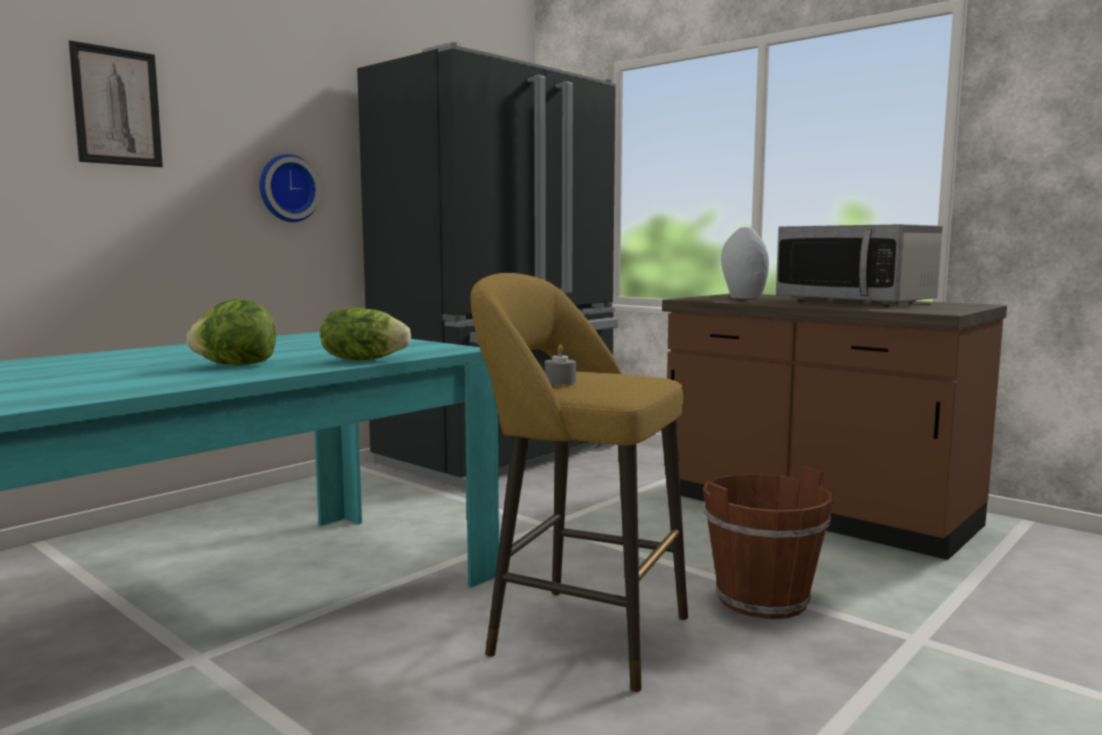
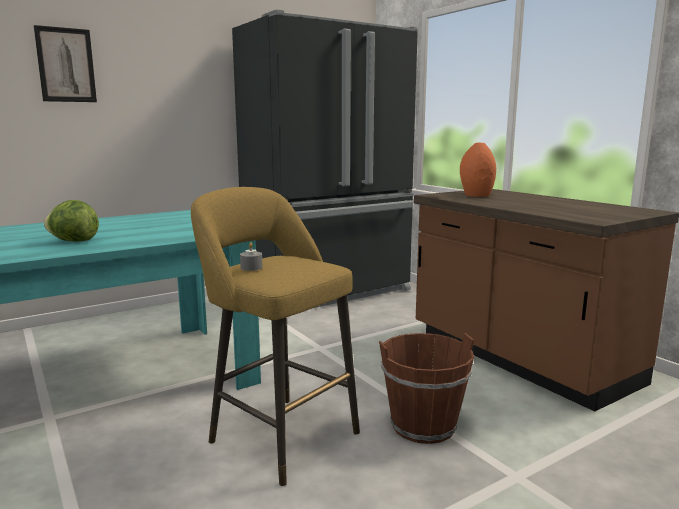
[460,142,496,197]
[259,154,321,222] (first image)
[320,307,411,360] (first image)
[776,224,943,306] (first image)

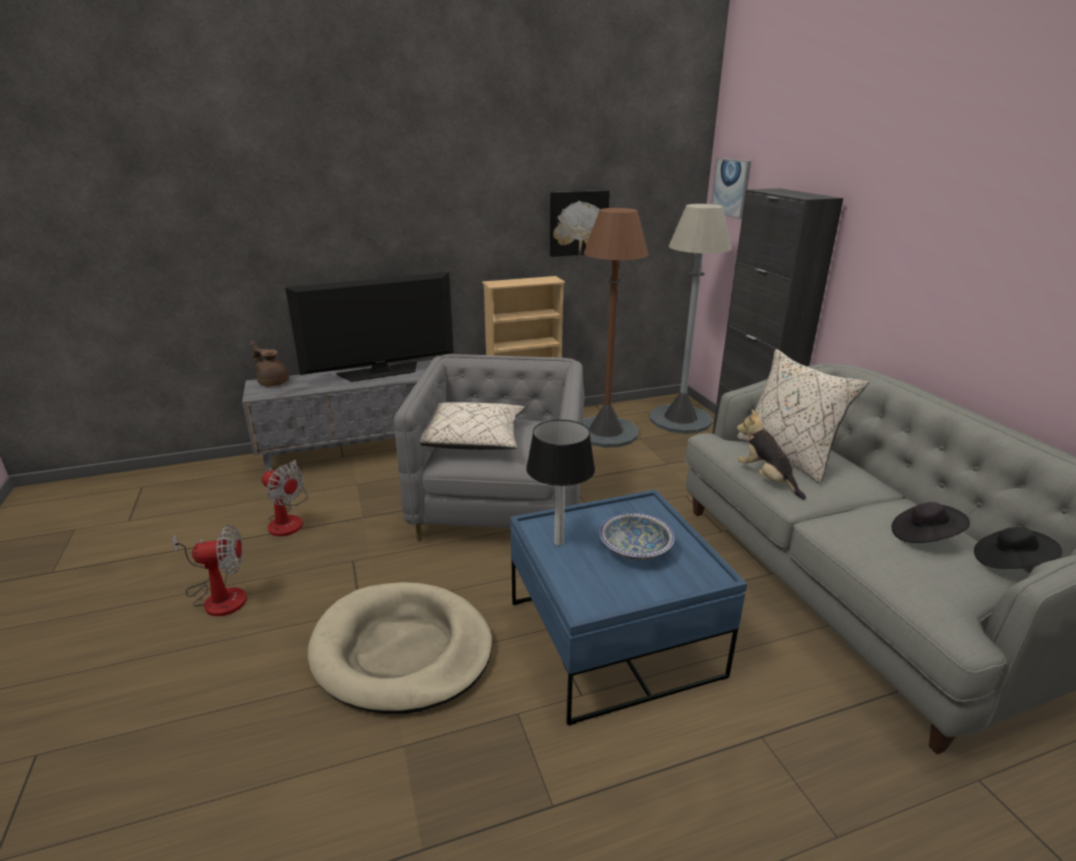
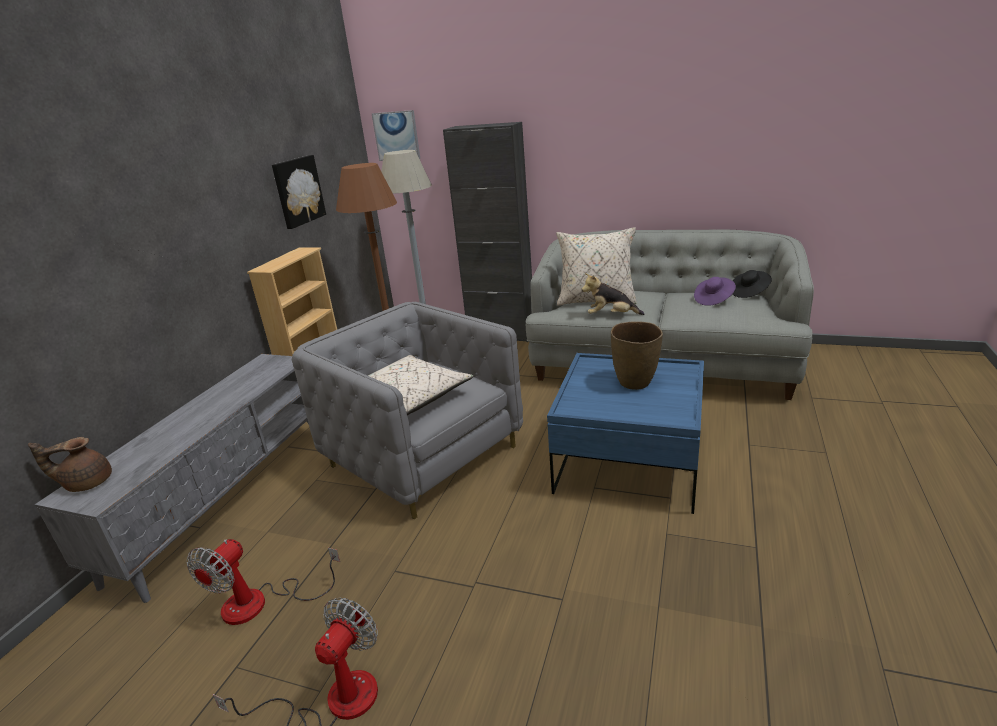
[186,539,340,625]
[611,321,663,390]
[694,277,736,306]
[285,272,454,382] (first image)
[308,582,492,714] (first image)
[526,420,595,545] (first image)

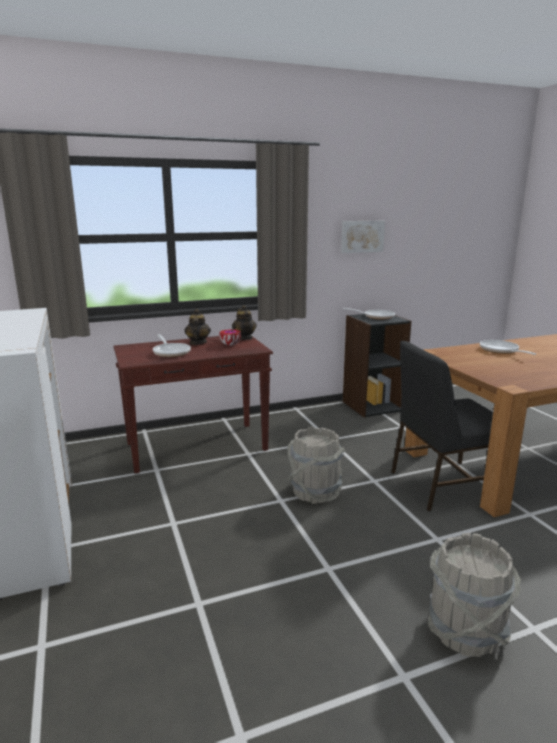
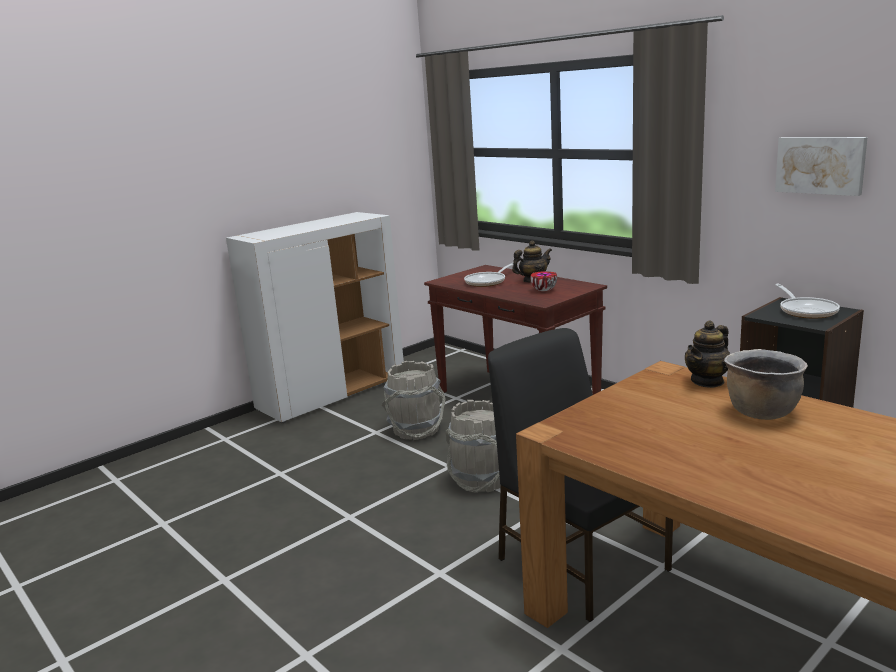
[381,361,446,440]
[685,320,730,388]
[724,349,808,420]

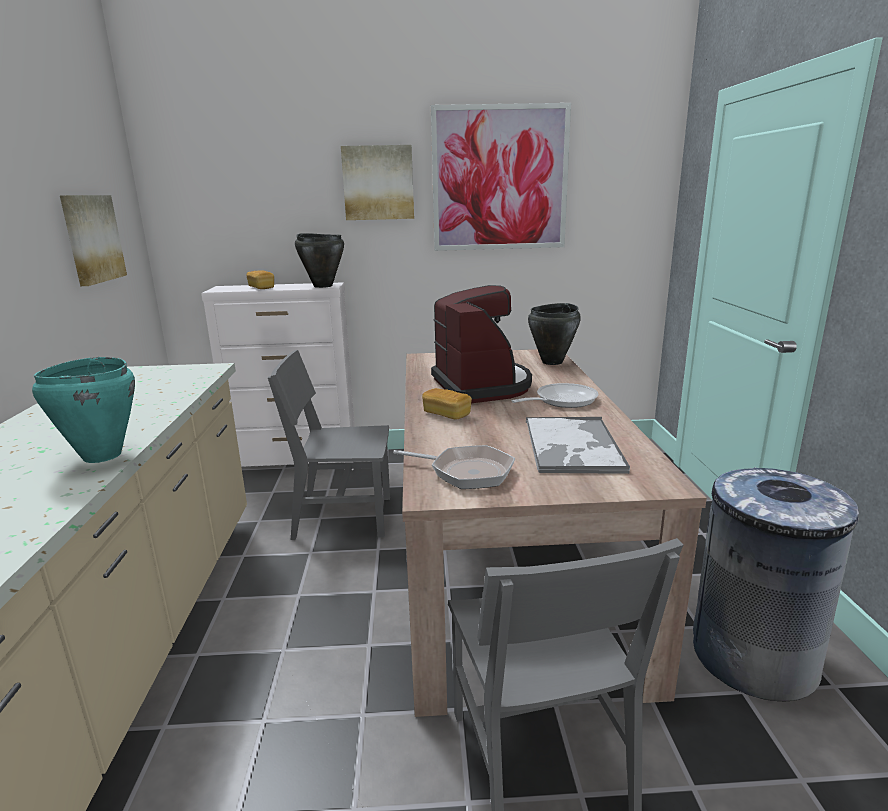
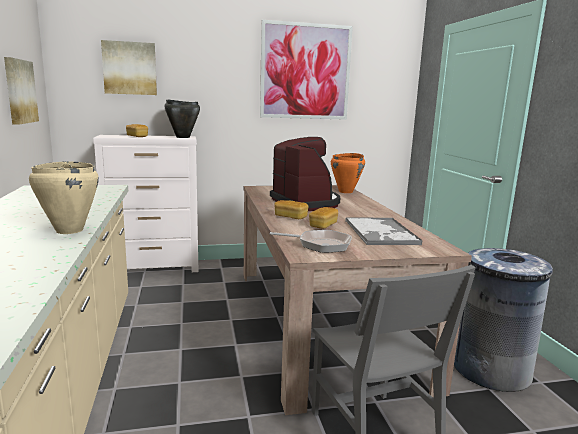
[29,161,99,234]
[101,40,157,95]
[309,207,338,229]
[331,153,365,193]
[268,350,390,540] (first image)
[511,383,599,408] (first image)

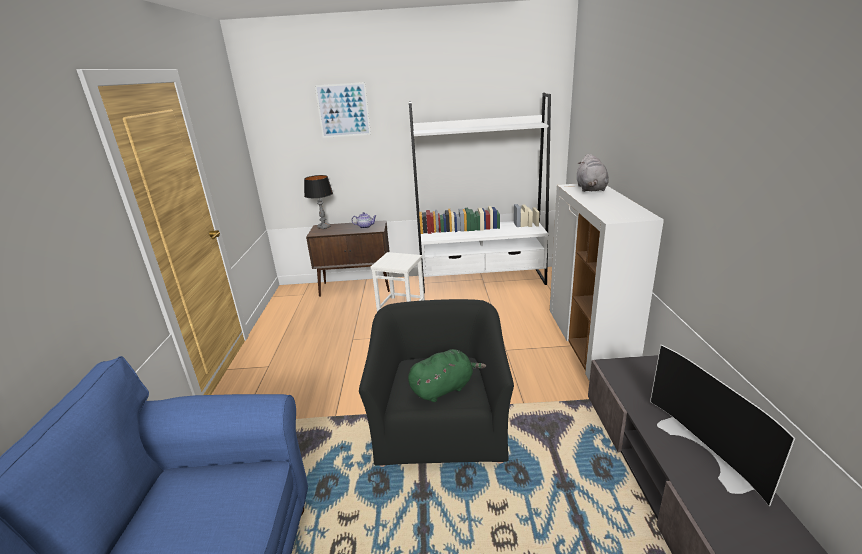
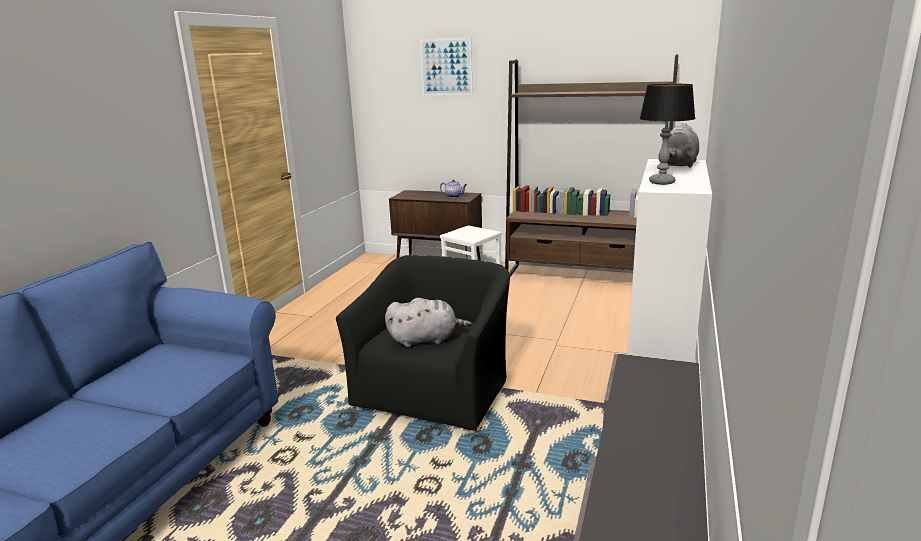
[385,298,472,347]
[505,55,678,277]
[639,84,695,185]
[650,345,795,506] (first image)

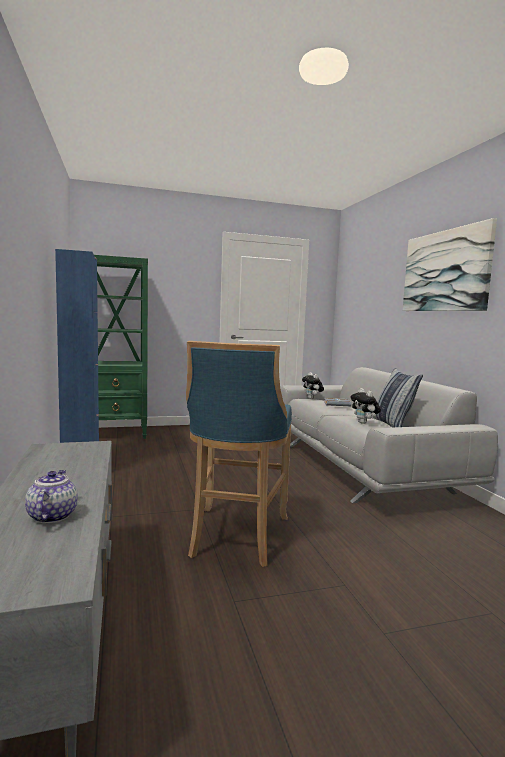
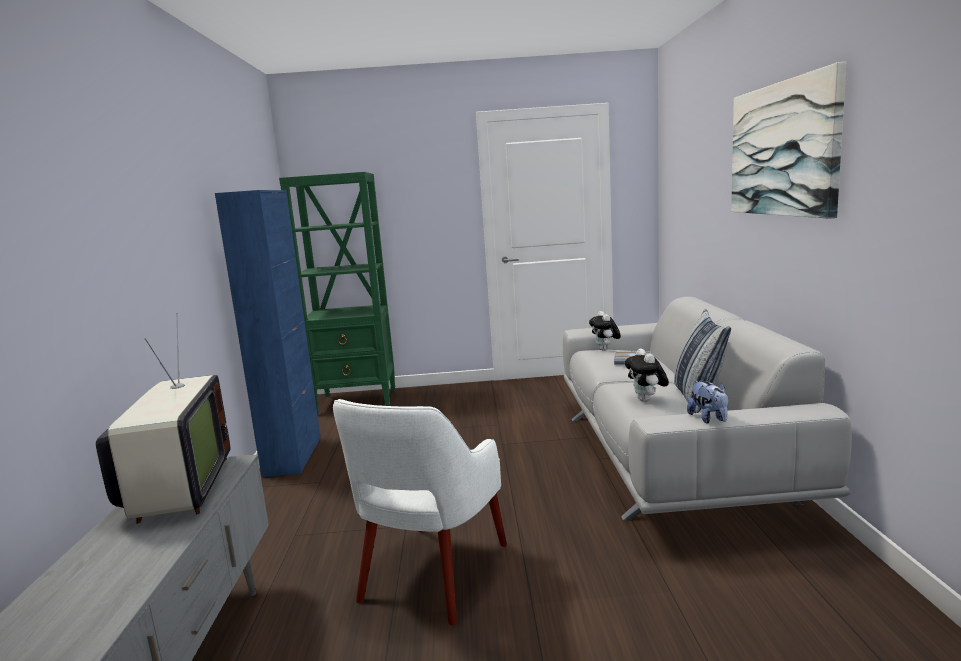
[96,313,230,524]
[333,399,507,625]
[687,381,728,423]
[25,470,78,523] (first image)

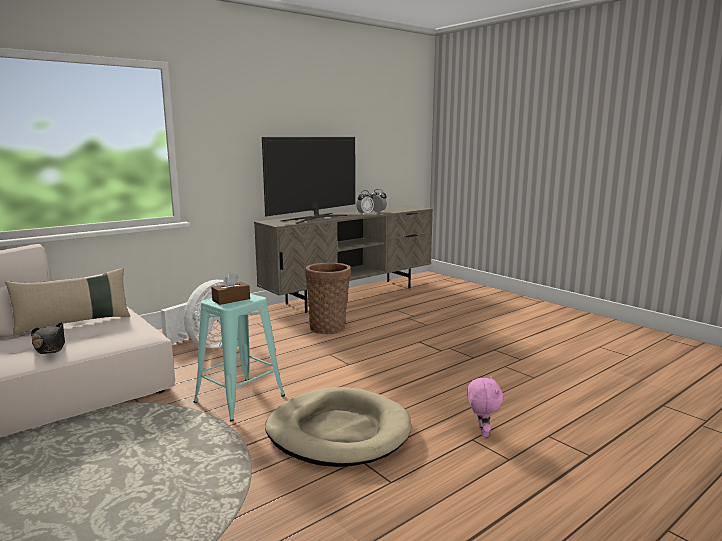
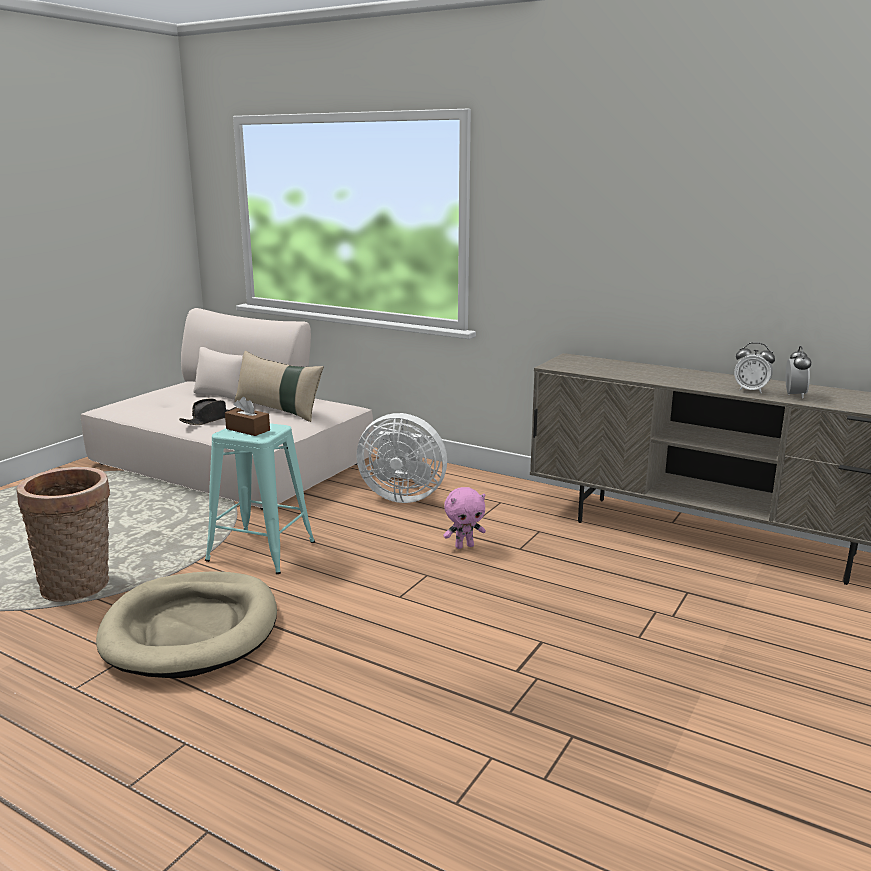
[17,467,110,602]
[443,487,486,549]
[262,137,355,224] (first image)

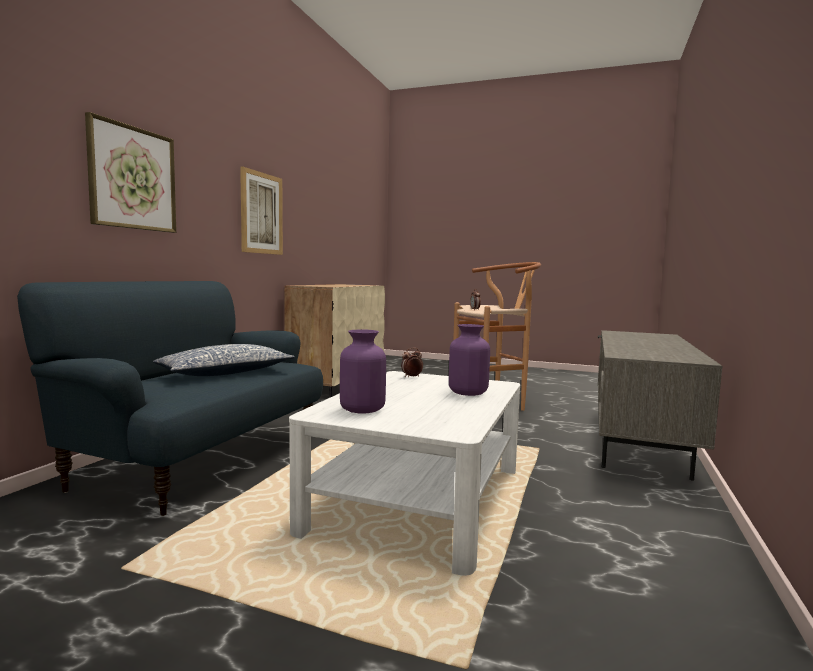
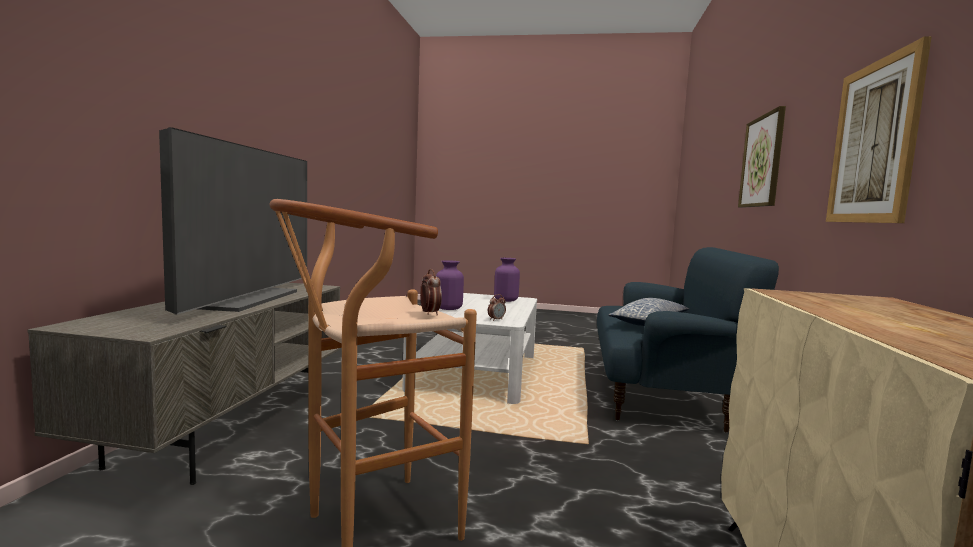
[159,127,307,315]

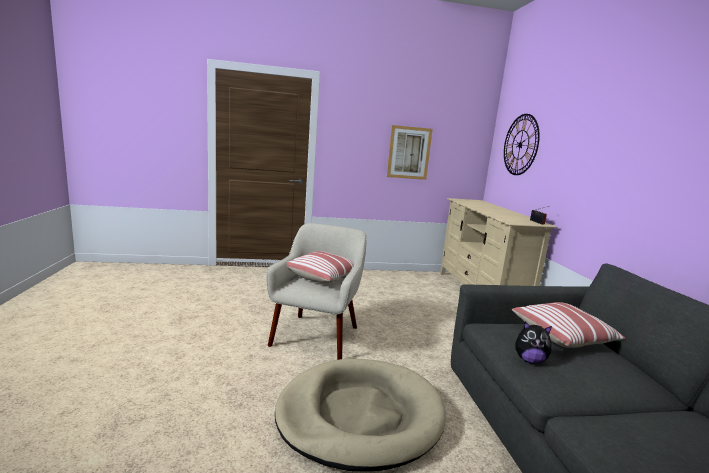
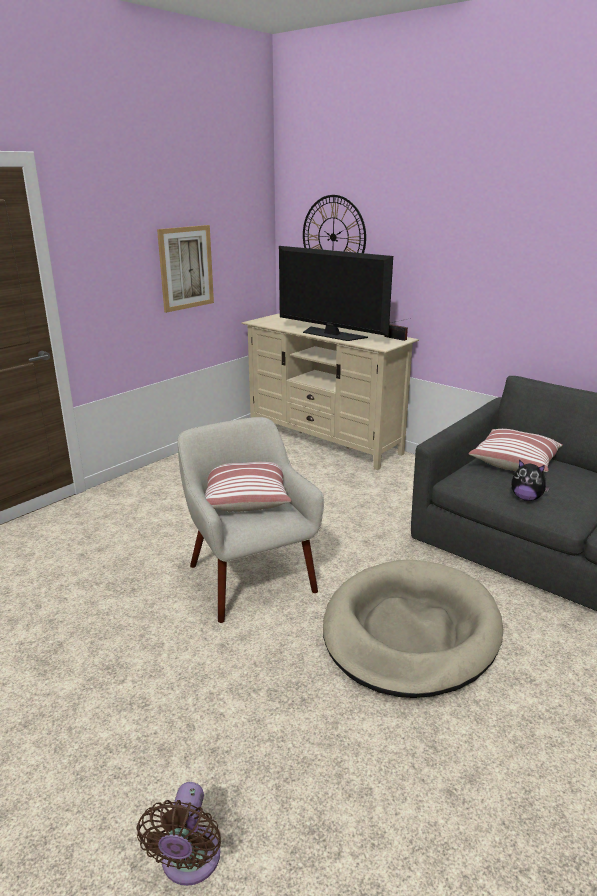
[136,782,221,886]
[279,246,393,341]
[511,460,550,501]

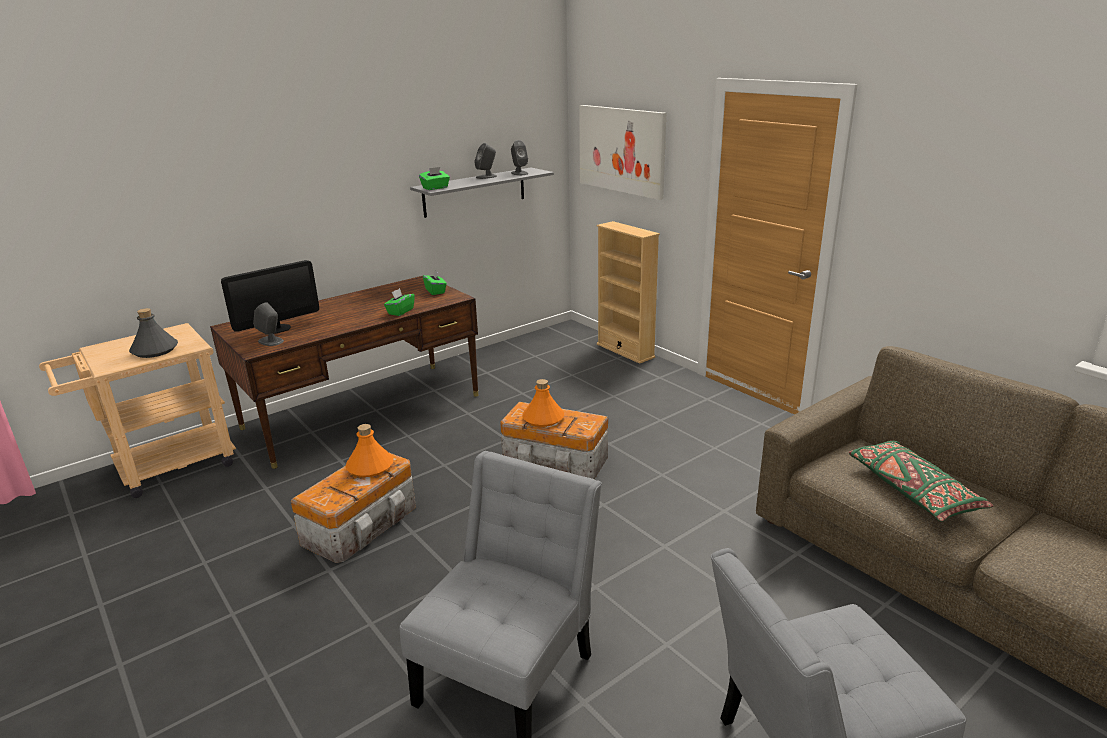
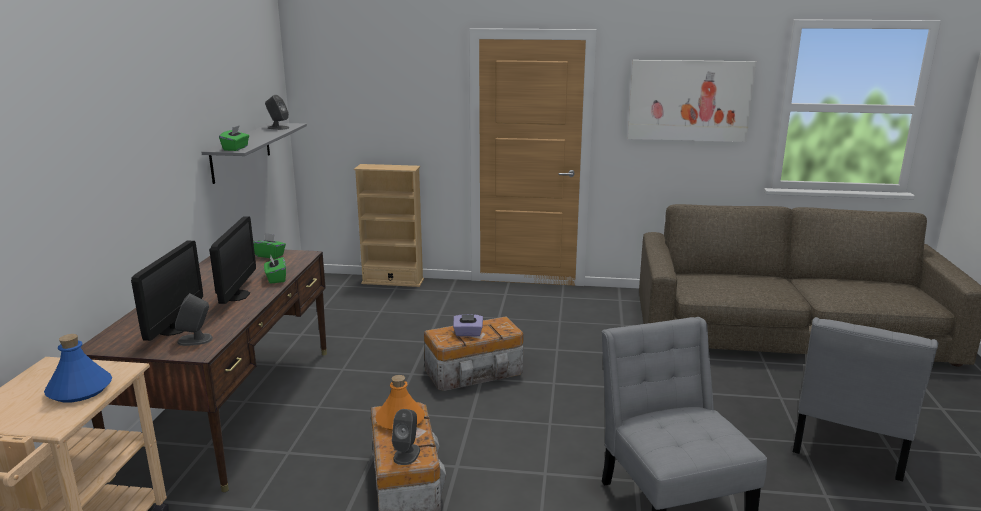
[44,334,112,403]
[209,216,256,304]
[392,409,420,465]
[453,314,483,337]
[628,60,756,142]
[849,441,993,522] (first image)

